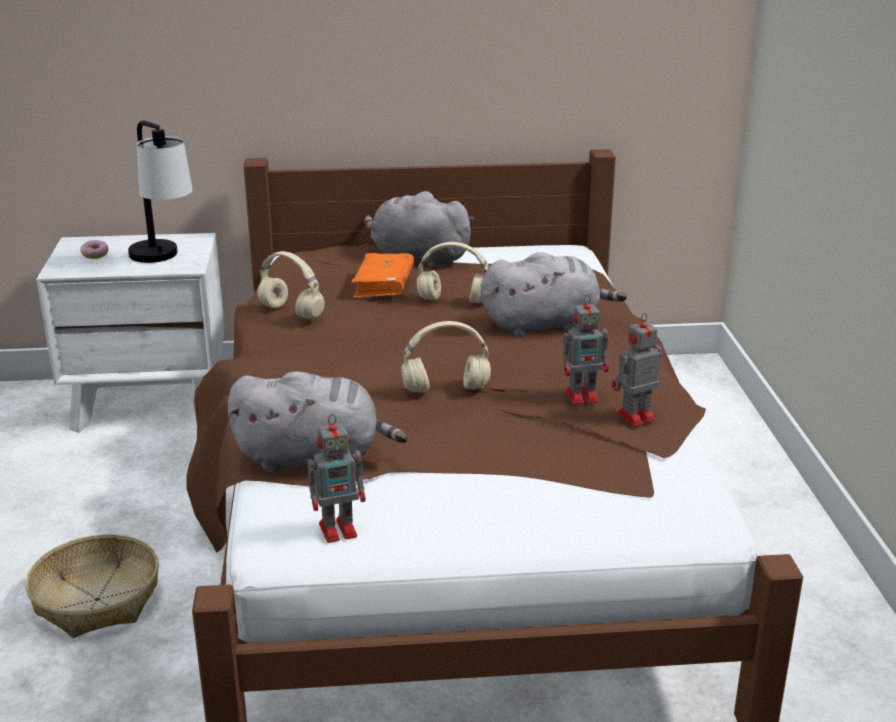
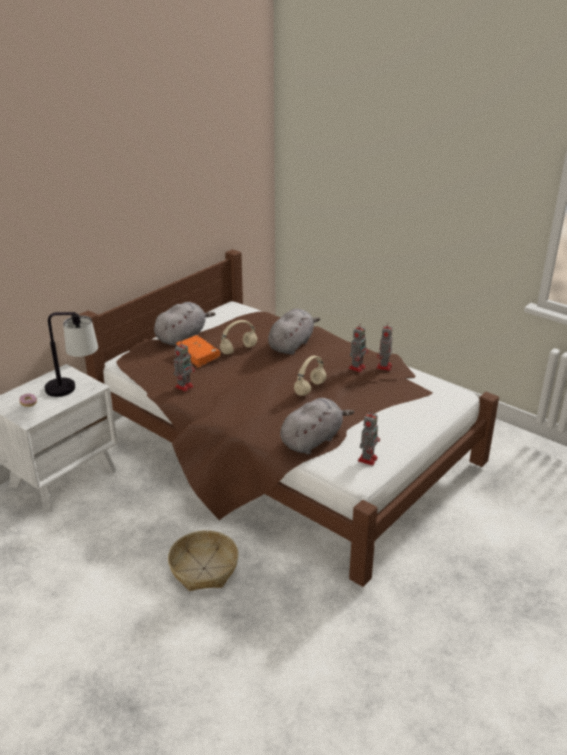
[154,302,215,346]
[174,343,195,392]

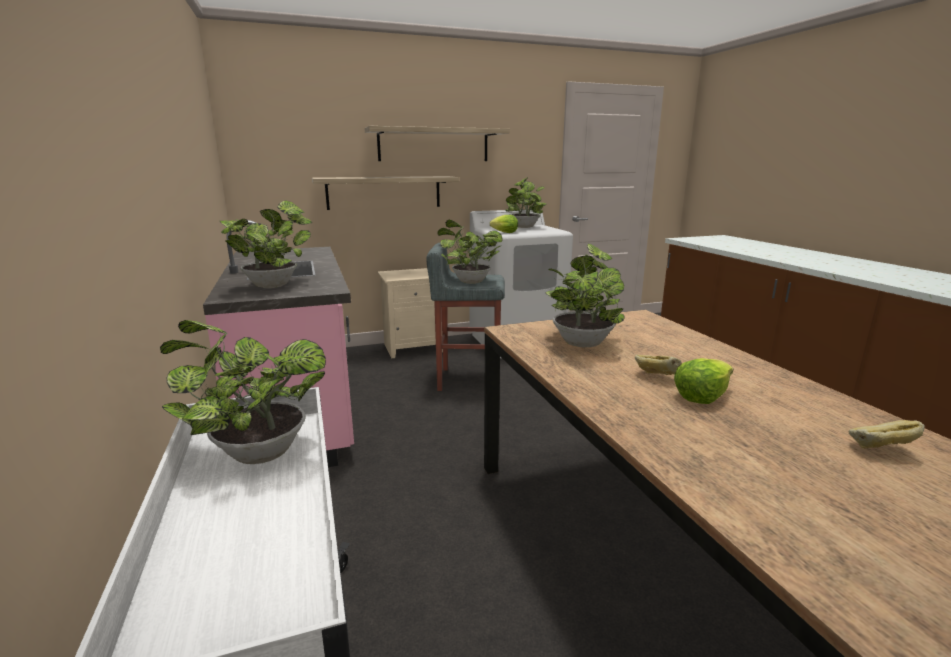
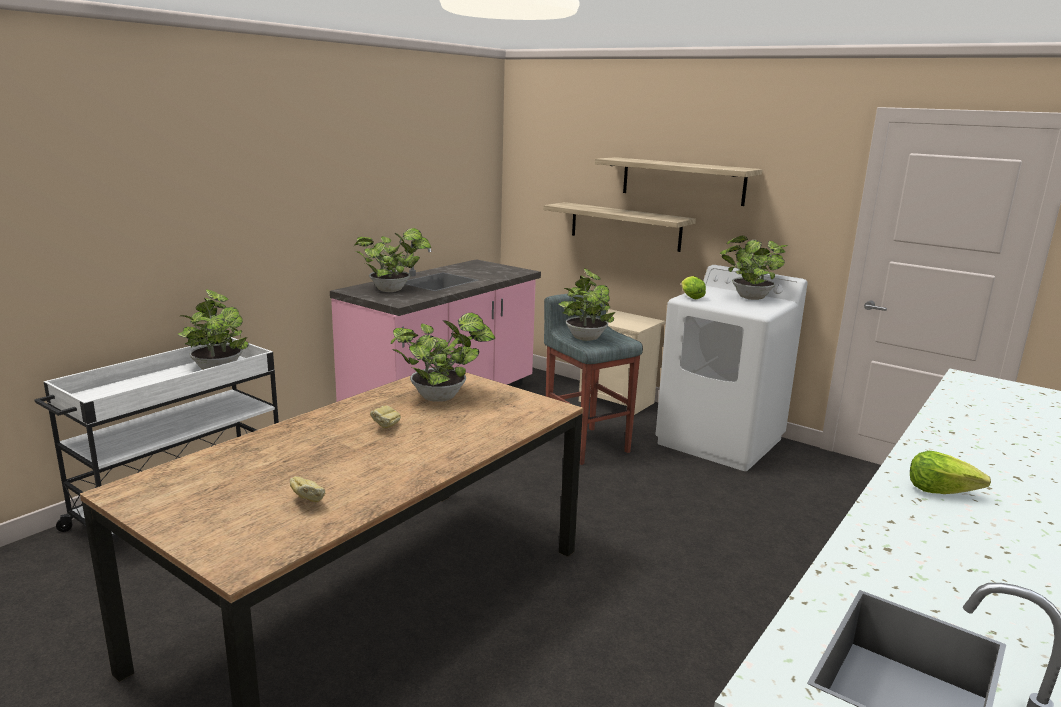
[910,451,991,494]

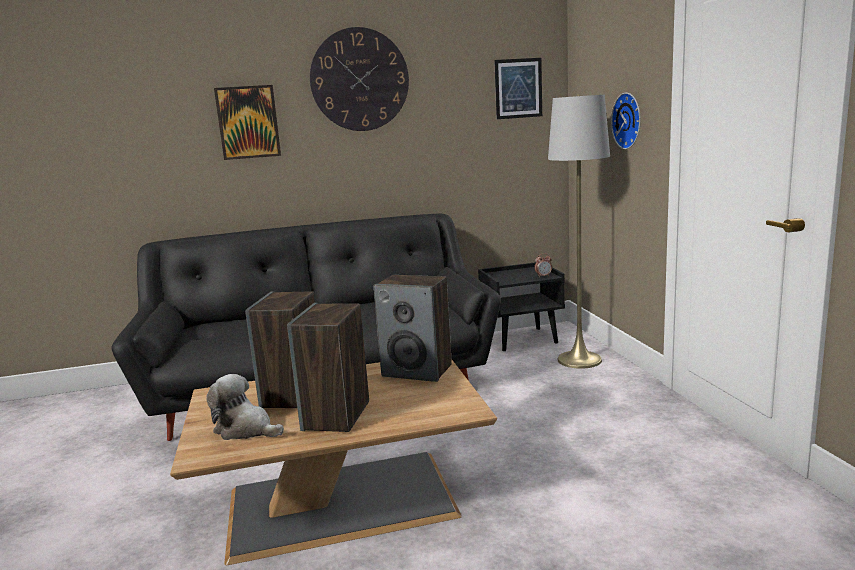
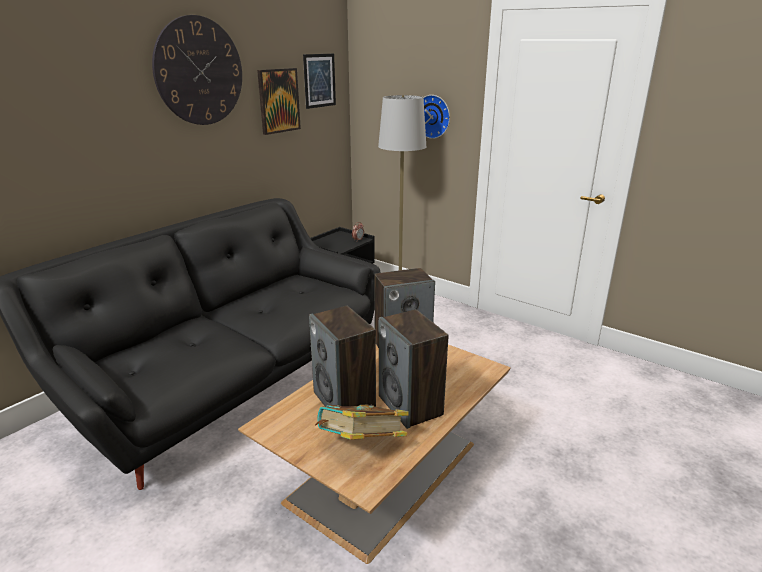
[257,68,301,135]
[315,405,409,440]

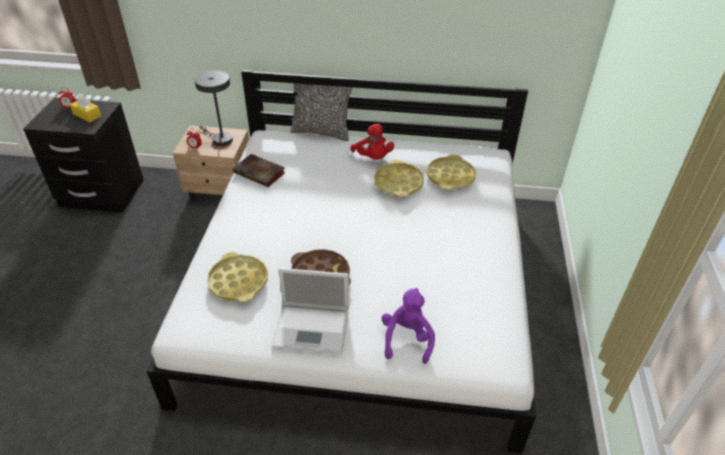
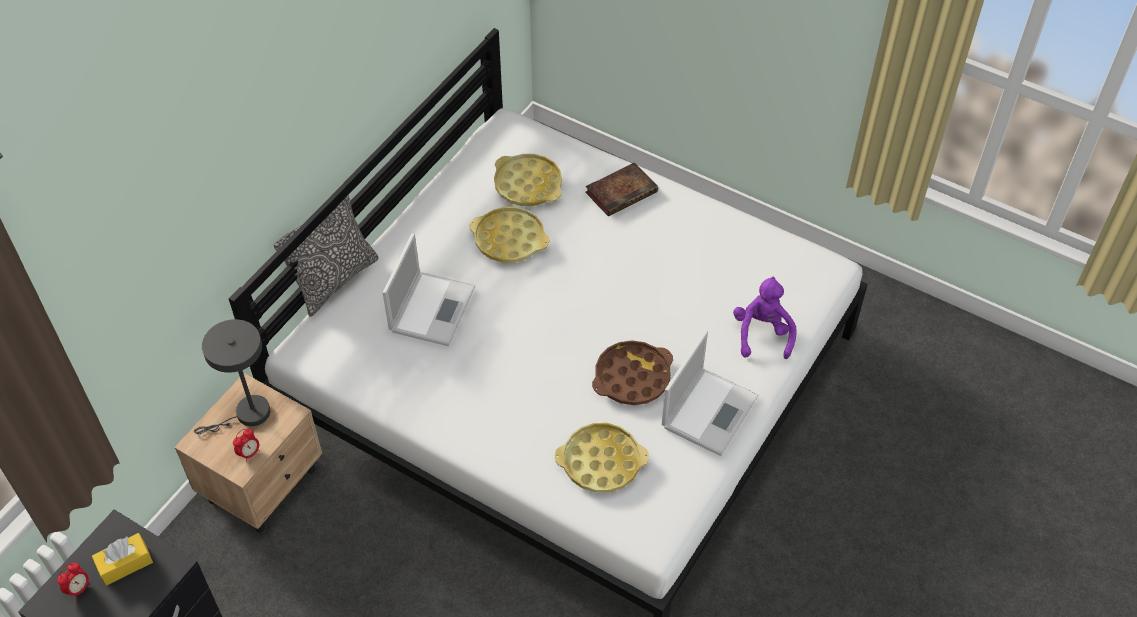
[383,233,475,346]
[585,162,658,217]
[733,277,797,359]
[351,123,394,160] (first image)

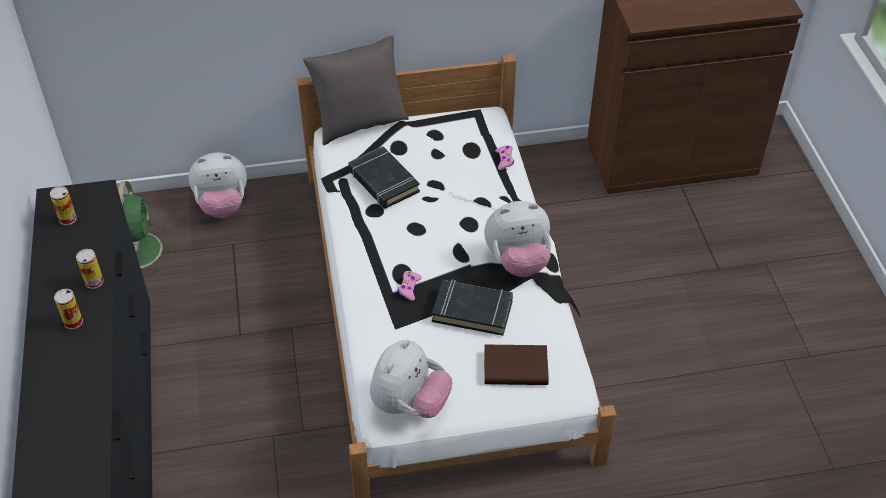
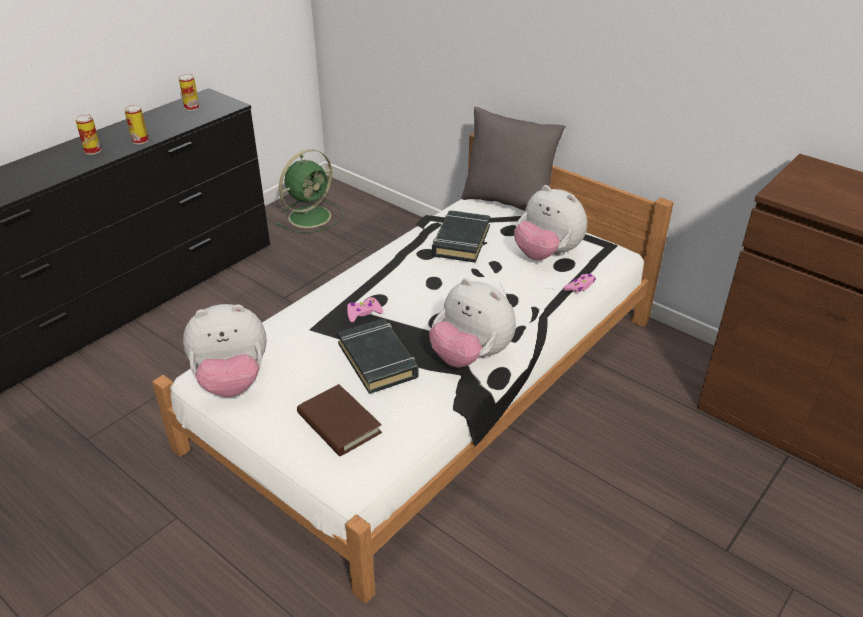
[514,185,587,260]

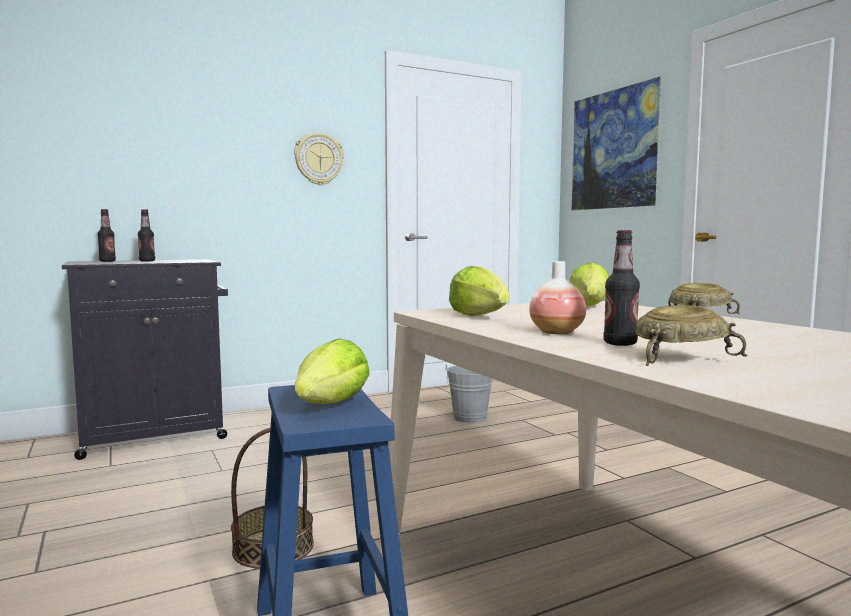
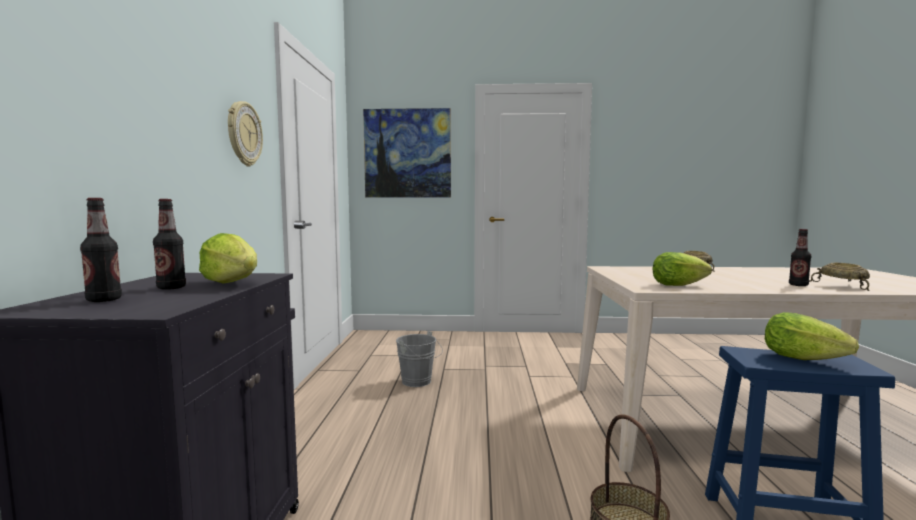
[199,233,257,283]
[529,261,586,334] (first image)

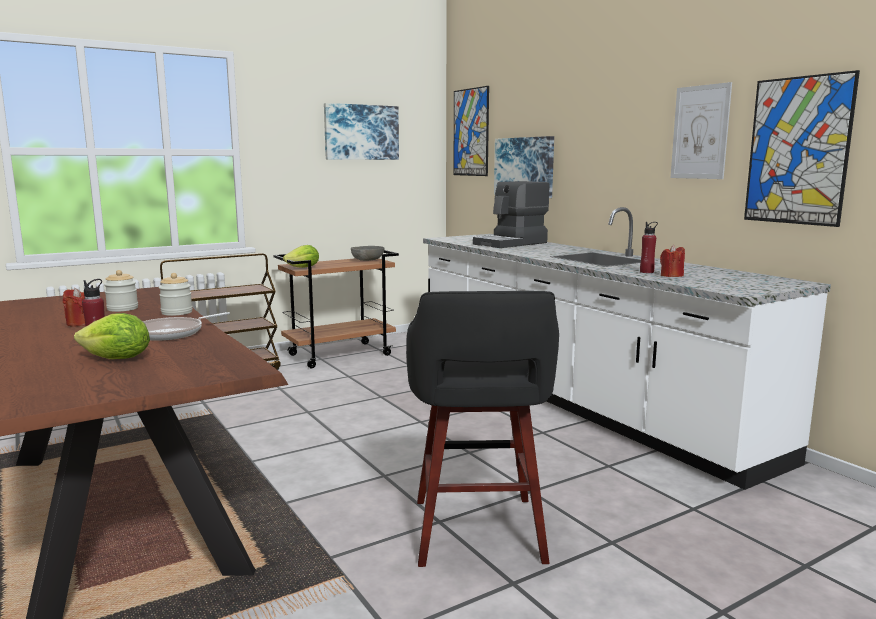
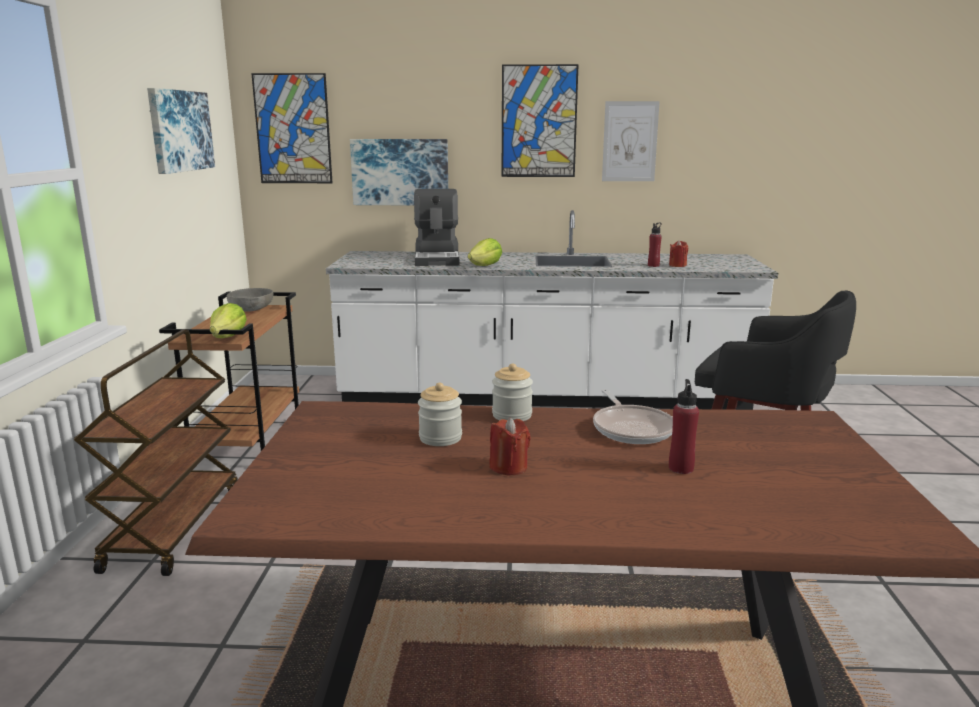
[468,238,502,266]
[502,64,579,177]

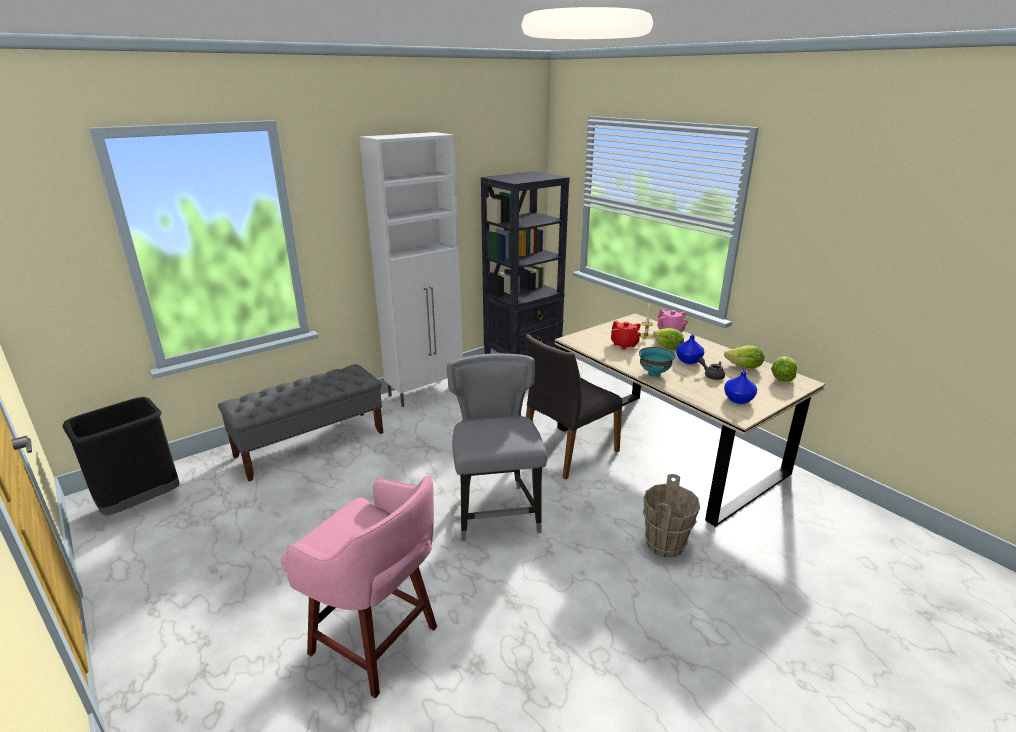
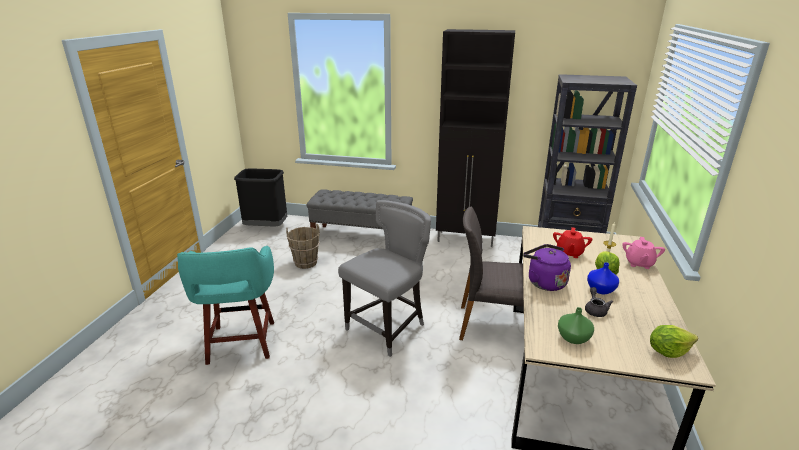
[177,246,274,365]
[286,224,320,269]
[436,29,515,247]
[523,244,571,291]
[558,307,594,344]
[724,345,764,368] (first image)

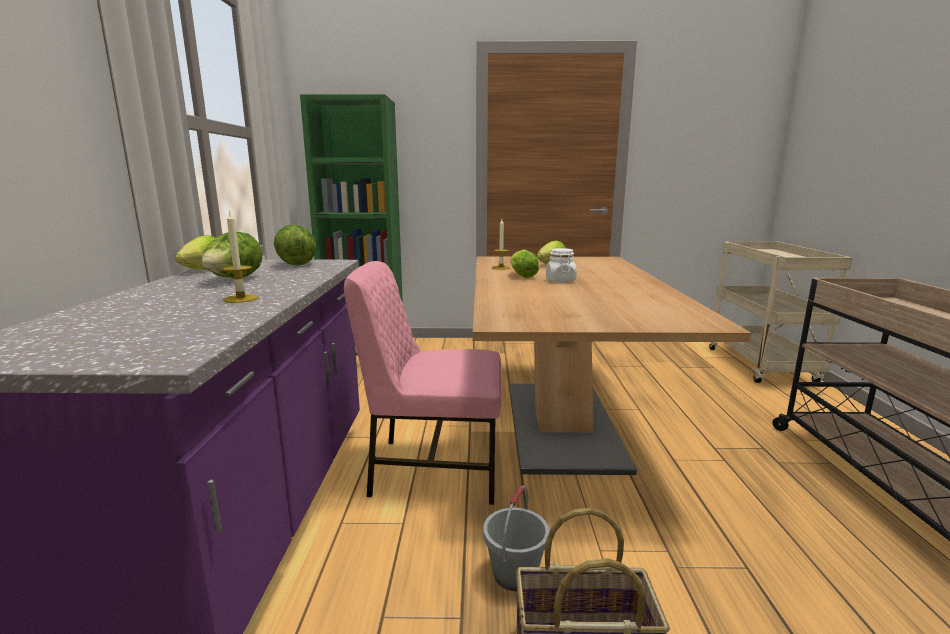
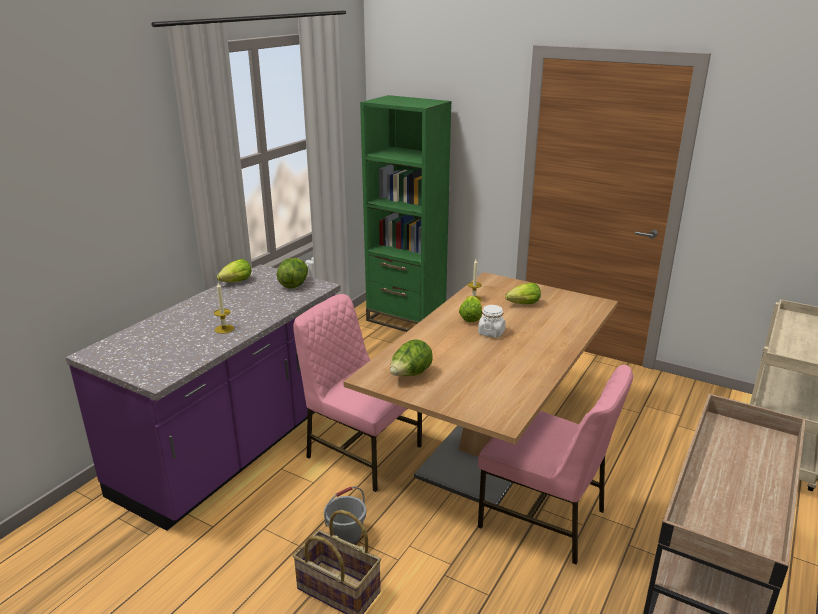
[390,339,433,376]
[478,365,633,565]

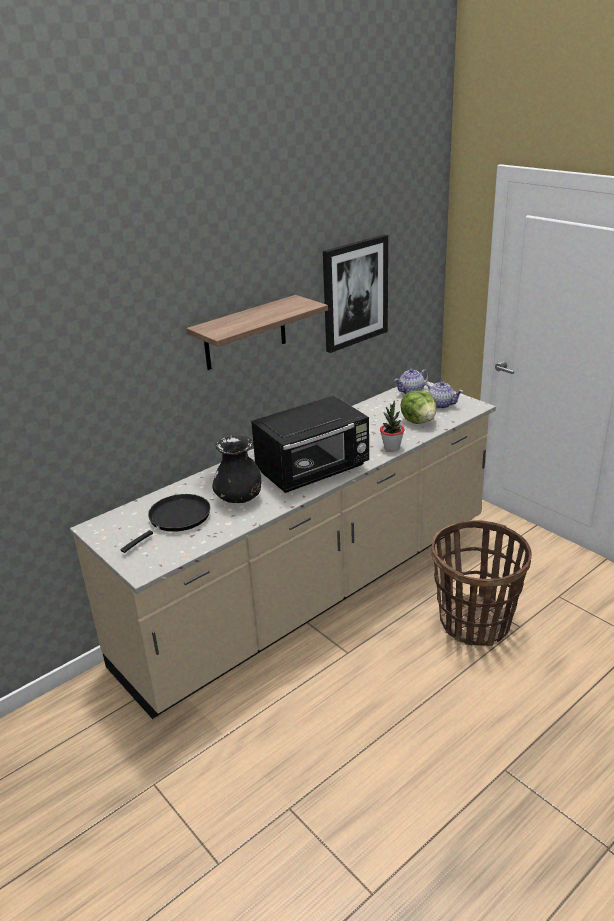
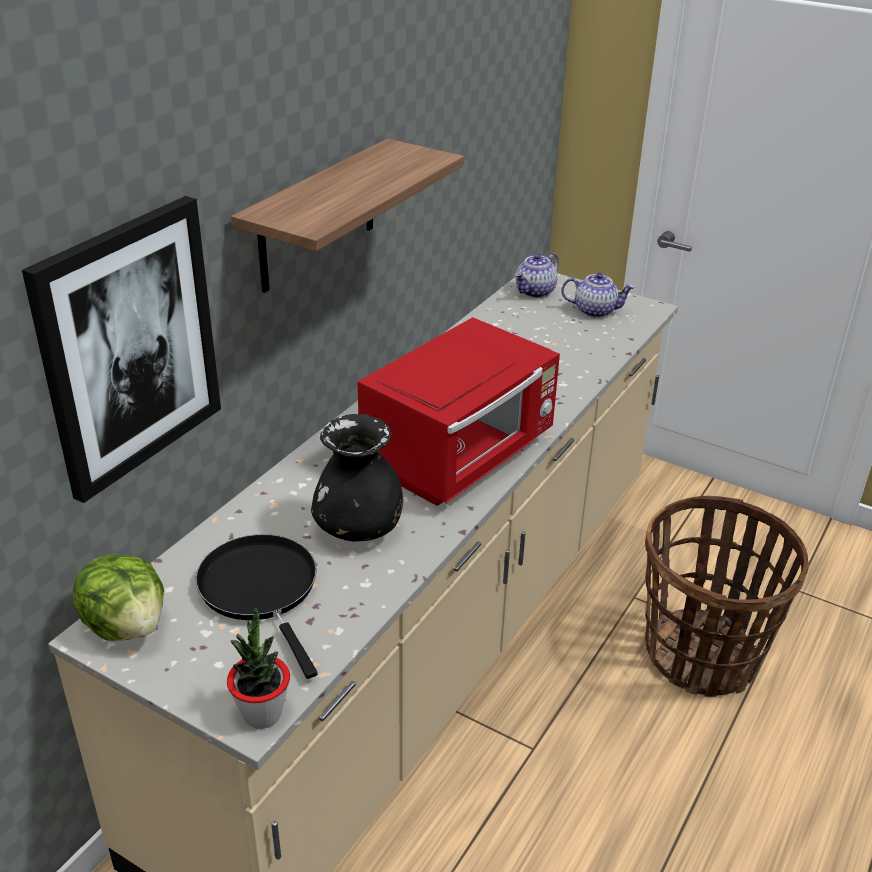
[22,196,221,503]
[73,554,164,641]
[196,534,318,679]
[227,608,290,729]
[357,317,560,506]

